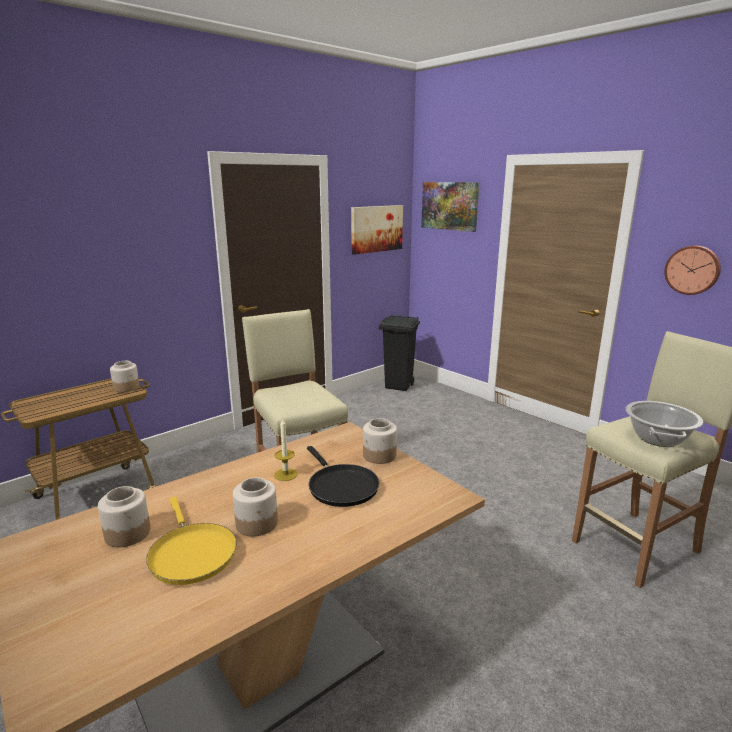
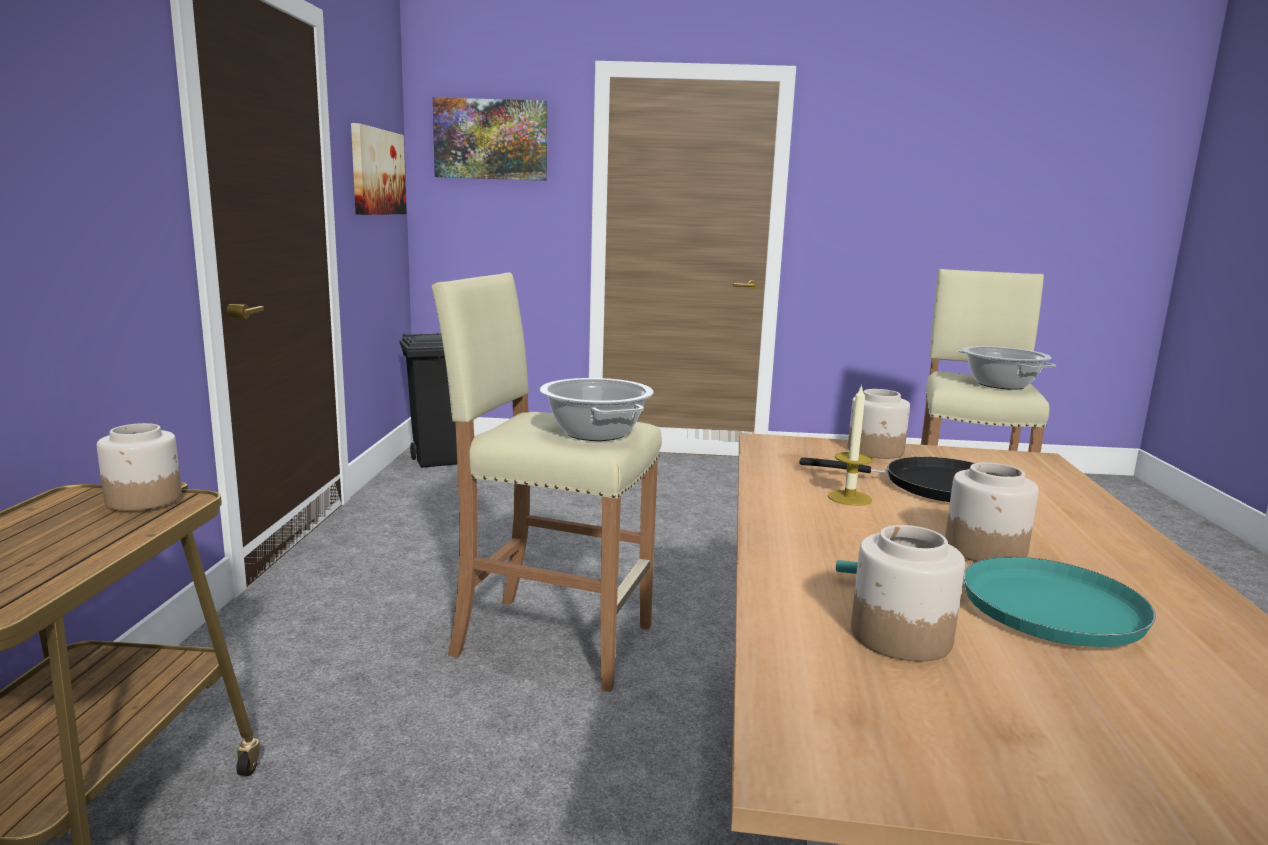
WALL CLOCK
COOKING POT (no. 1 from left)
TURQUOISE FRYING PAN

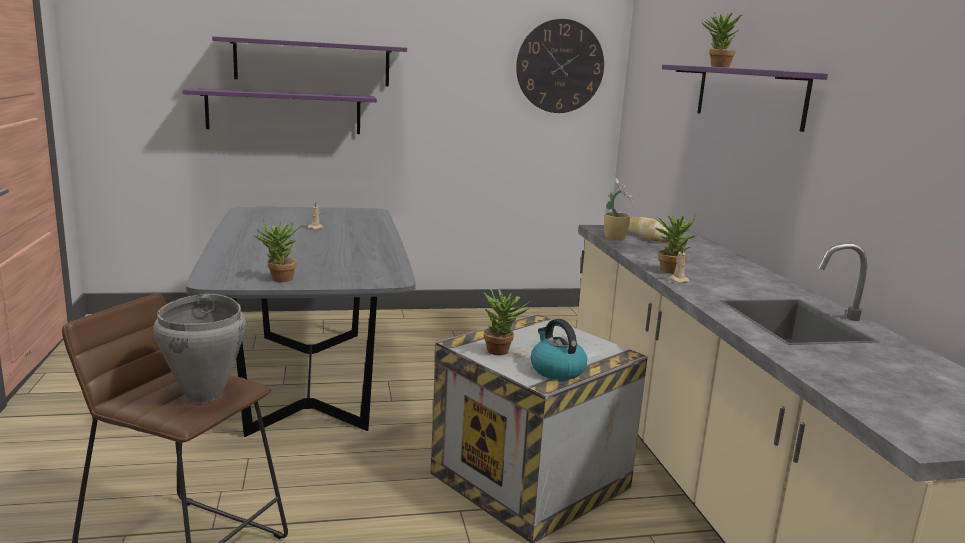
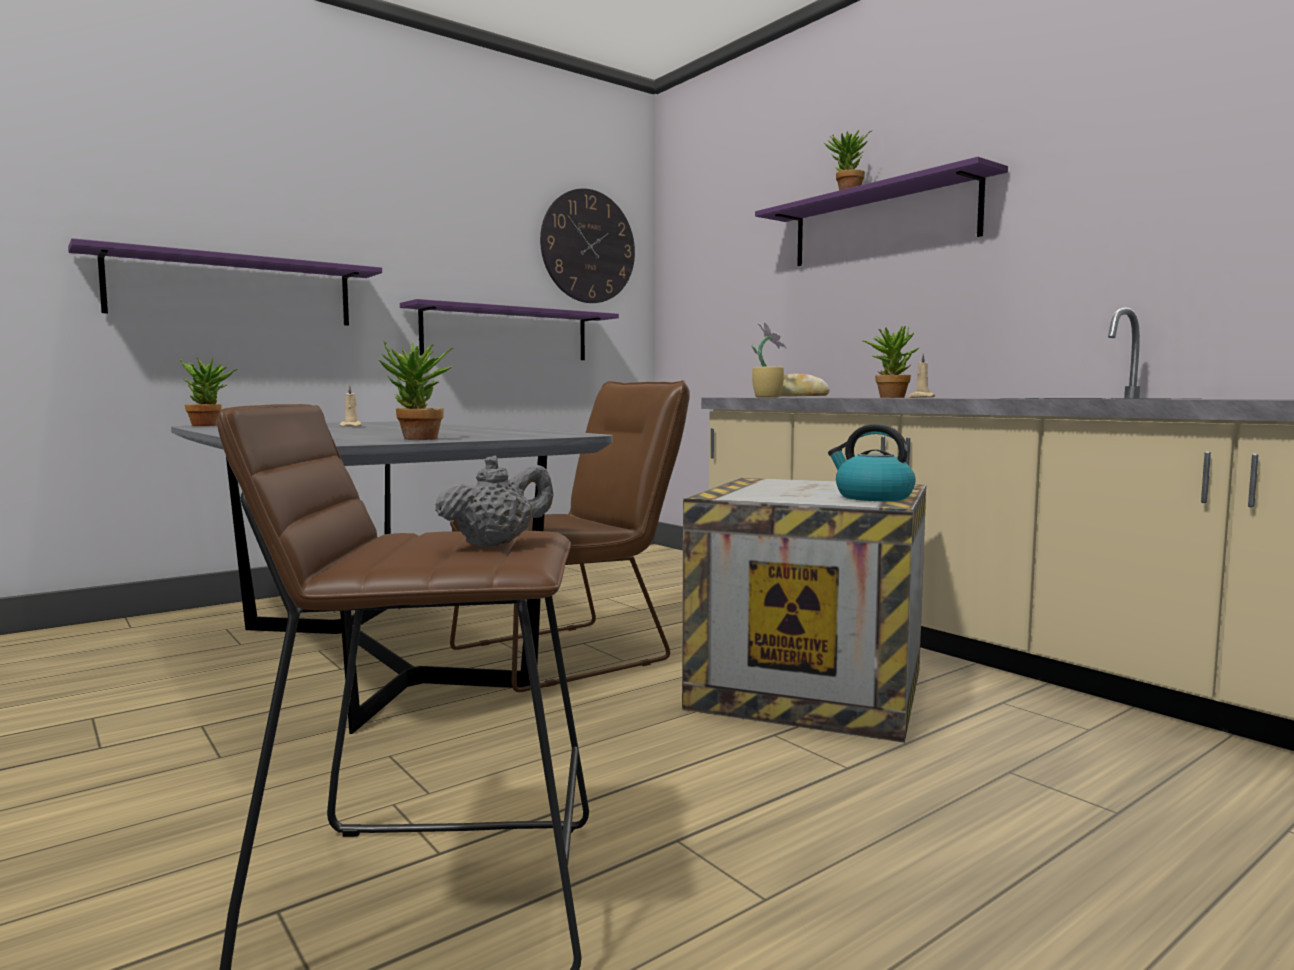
BROWN CHAIR
PURPLE SHELF (no. 2 from left)
POTTED PLANT (no. 1 from left)
GREY TEAPOT

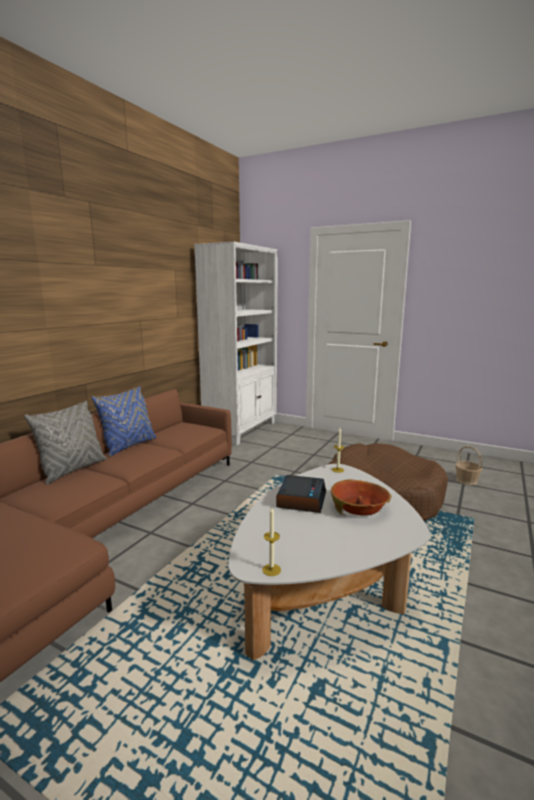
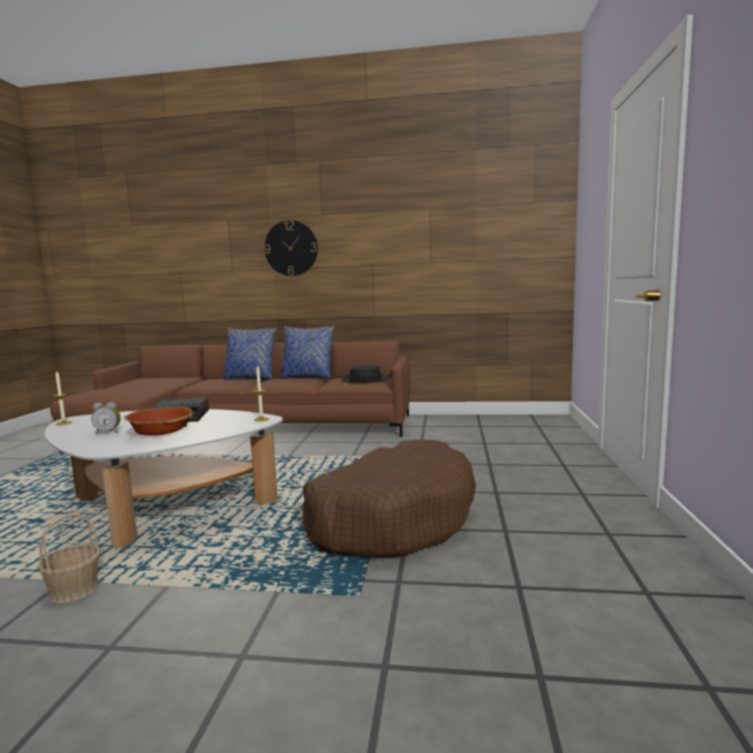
WHITE BOOKCASE
ALARM CLOCK (no. 1 from left)
WALL CLOCK
BLACK HAT
BASKET
BLUE PILLOW (no. 1 from left)

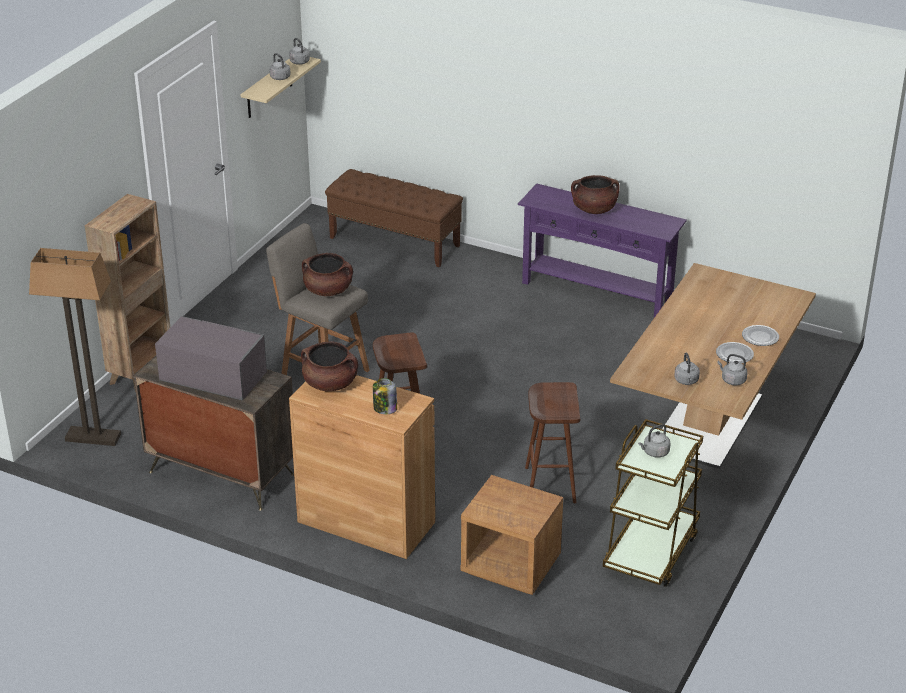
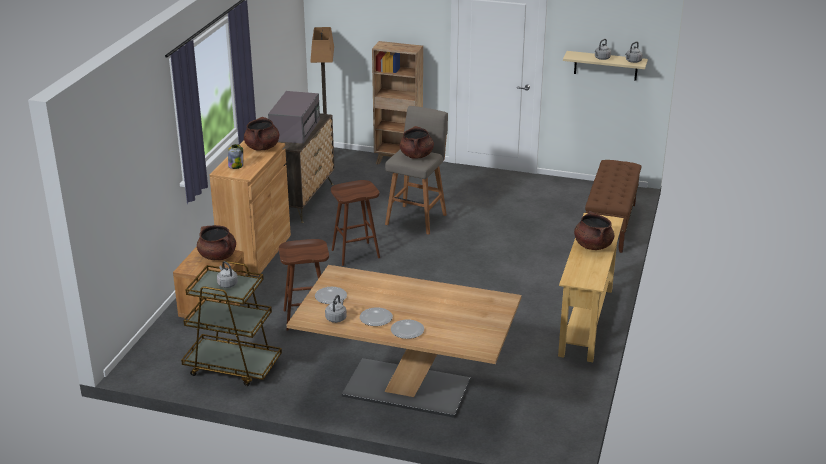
BROWN COOKING POT (no. 1 from left)
PLATE (no. 1 from left)
BEIGE CONSOLE TABLE

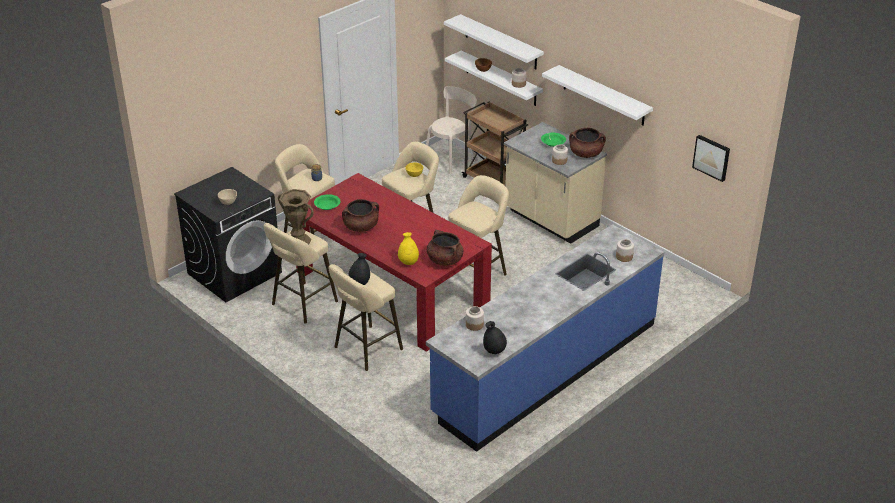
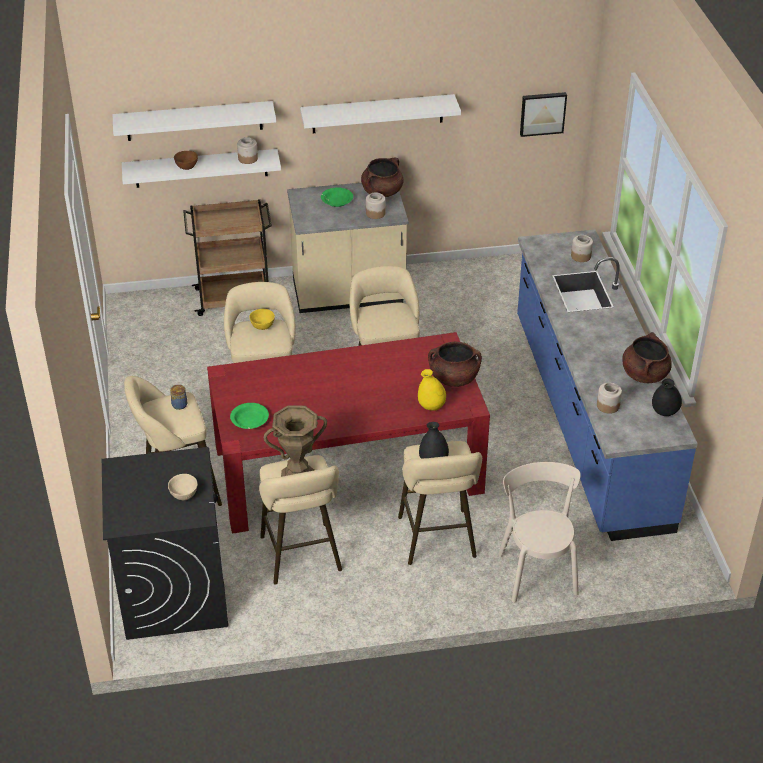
BROWN COOKING POT (no. 3 from left)
BEIGE CHAIR

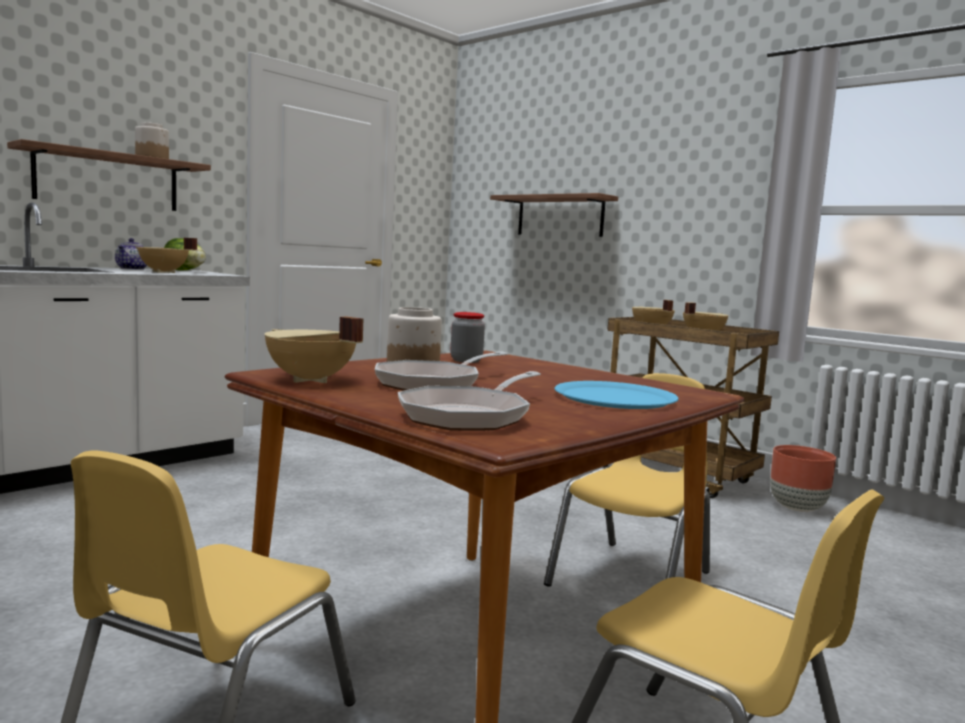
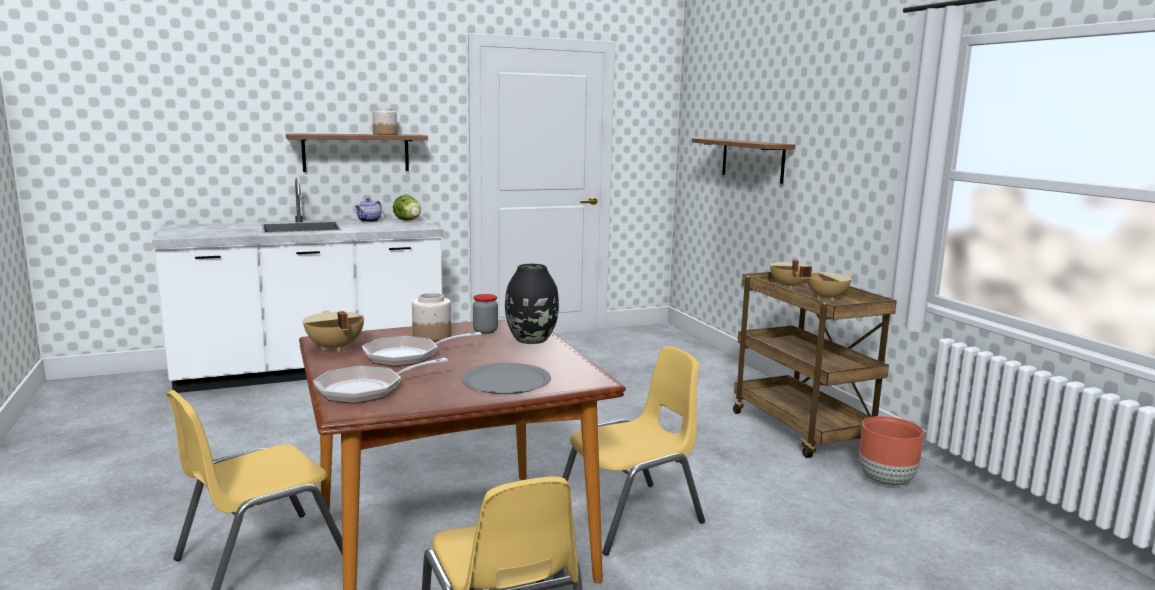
BEIGE COOKING POT (no. 1 from left in the first image)
BLACK VASE
GREY PLATE

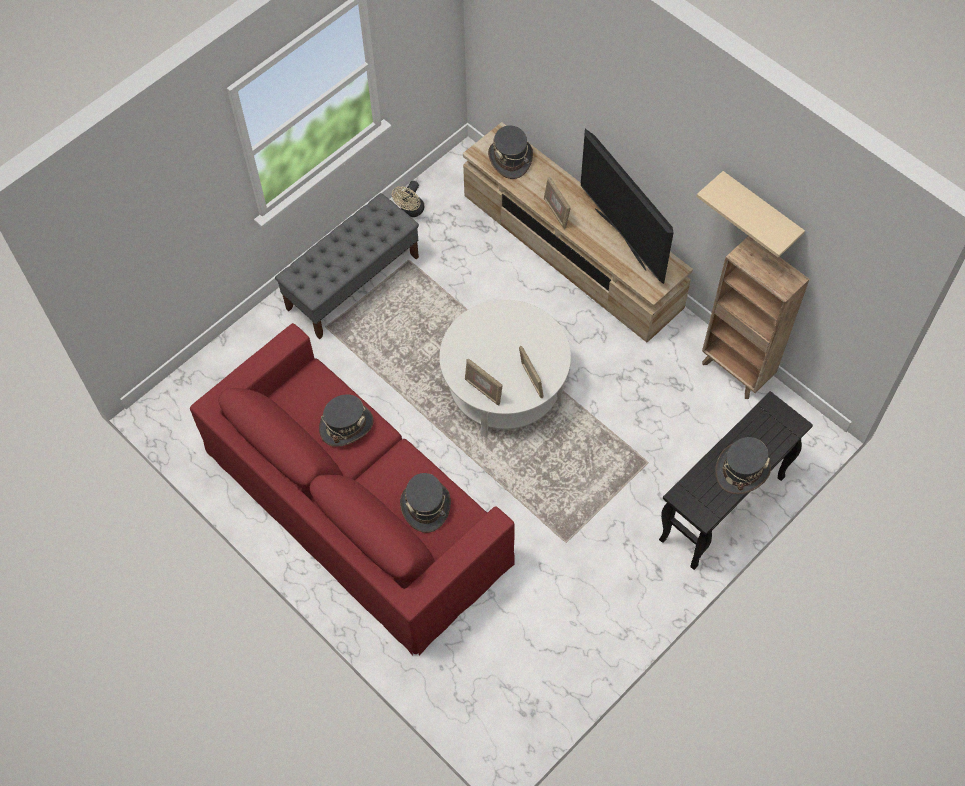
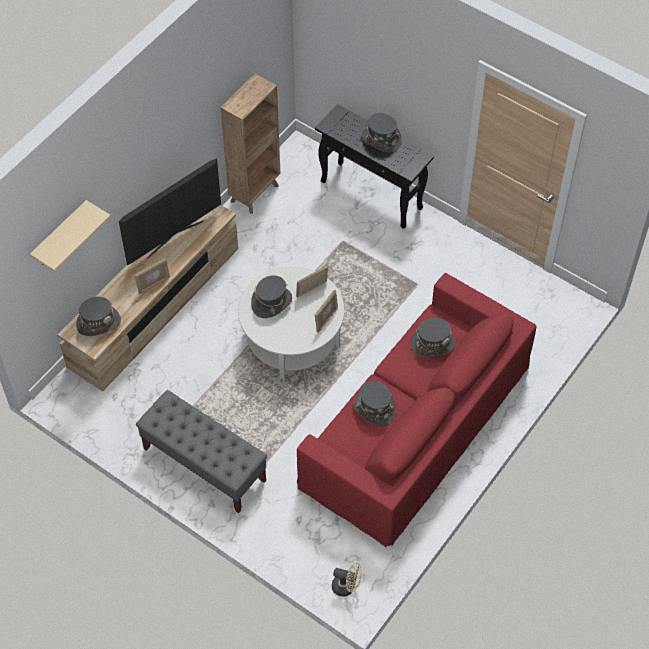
GREY HAT (no. 2 from left)
BEIGE FAN
BEIGE SHELF

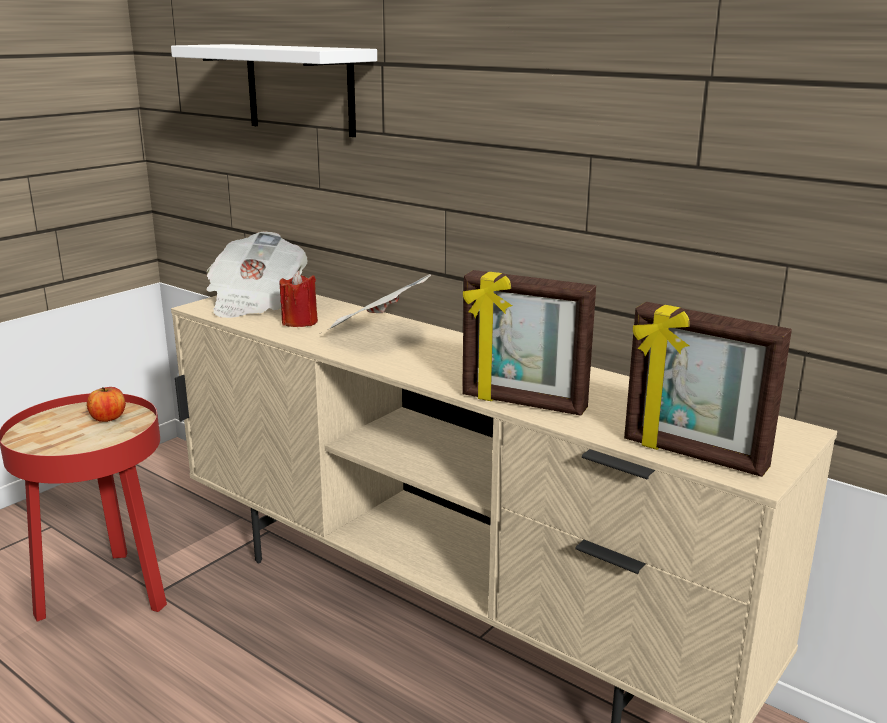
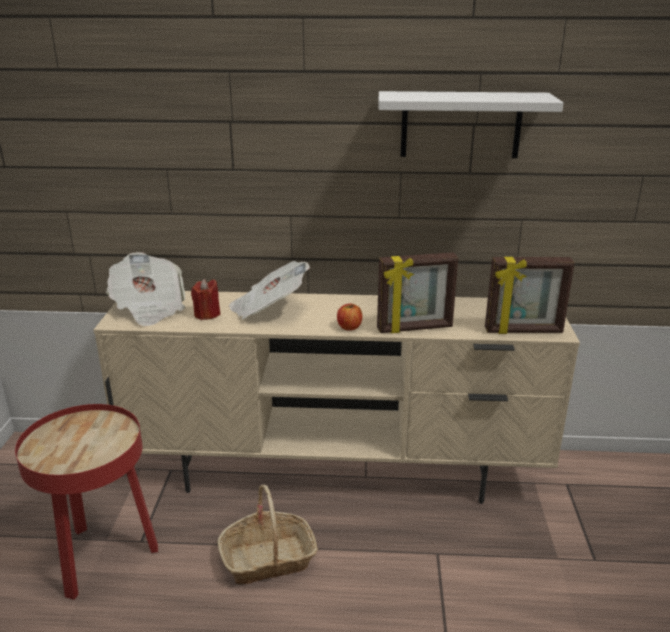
BASKET
APPLE
WHITE SHELF

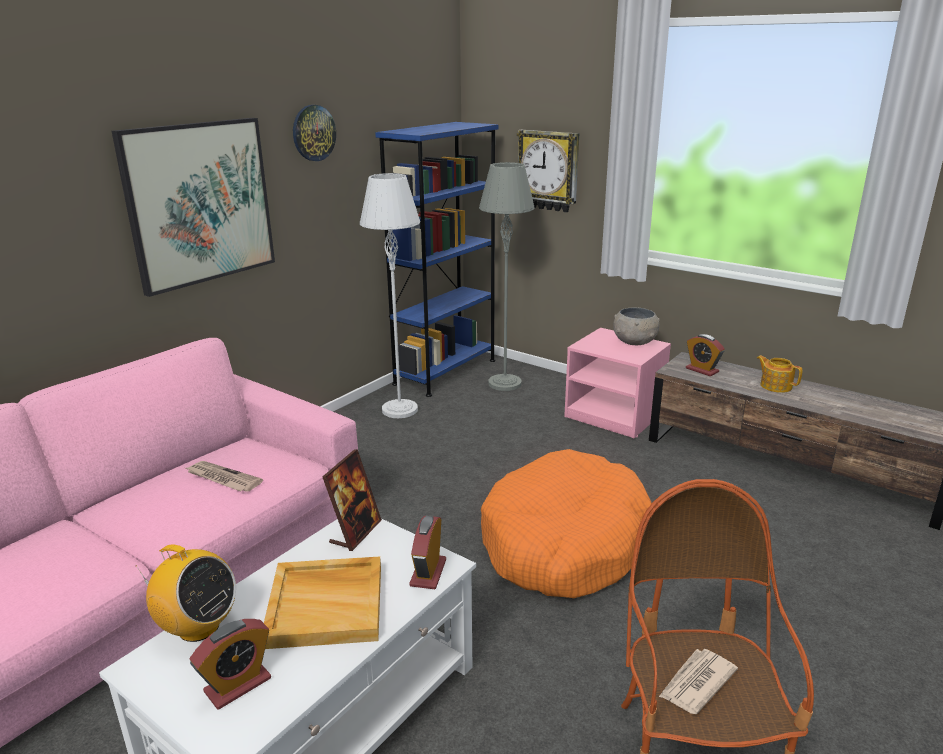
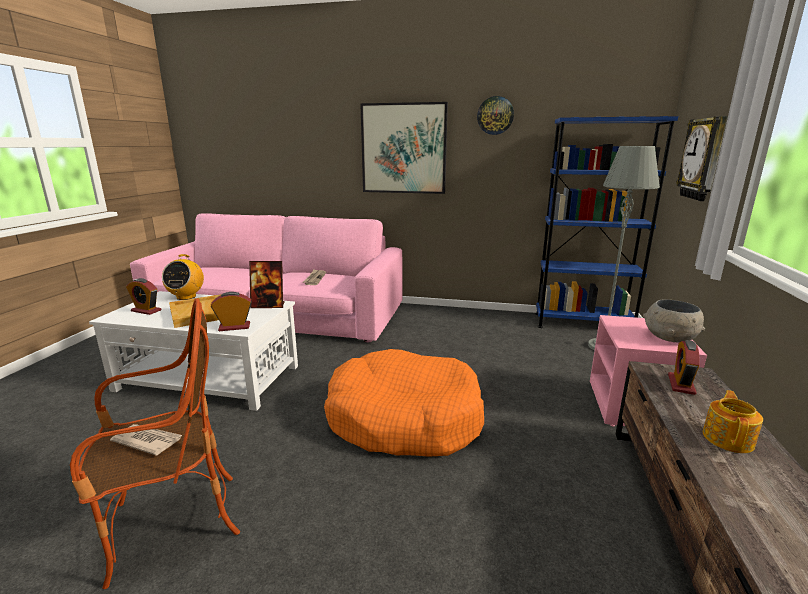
GREY FLOOR LAMP (no. 1 from left in the first image)

